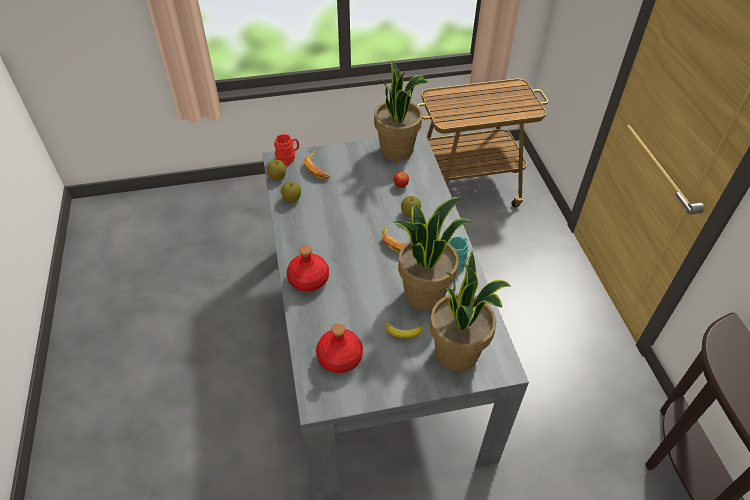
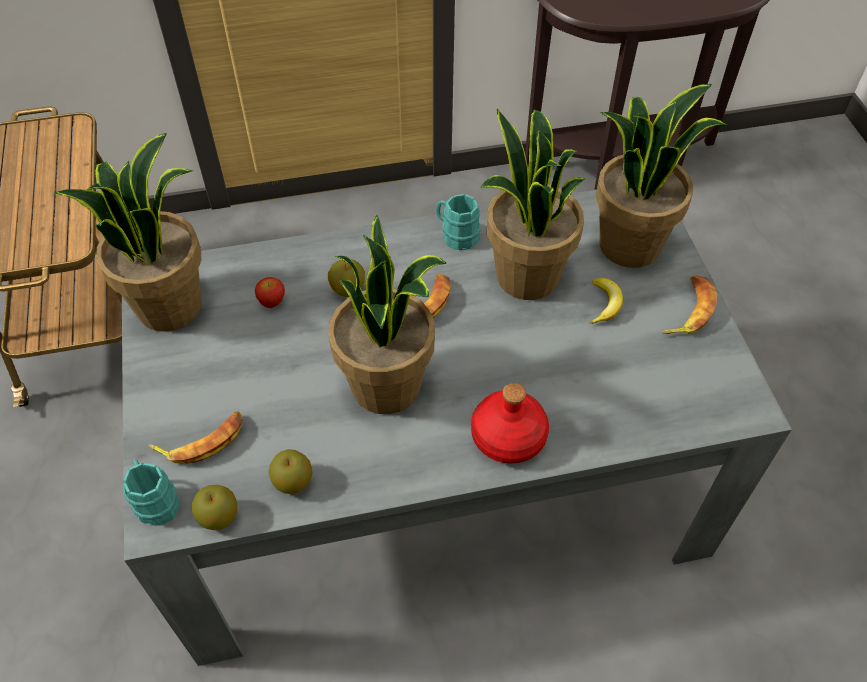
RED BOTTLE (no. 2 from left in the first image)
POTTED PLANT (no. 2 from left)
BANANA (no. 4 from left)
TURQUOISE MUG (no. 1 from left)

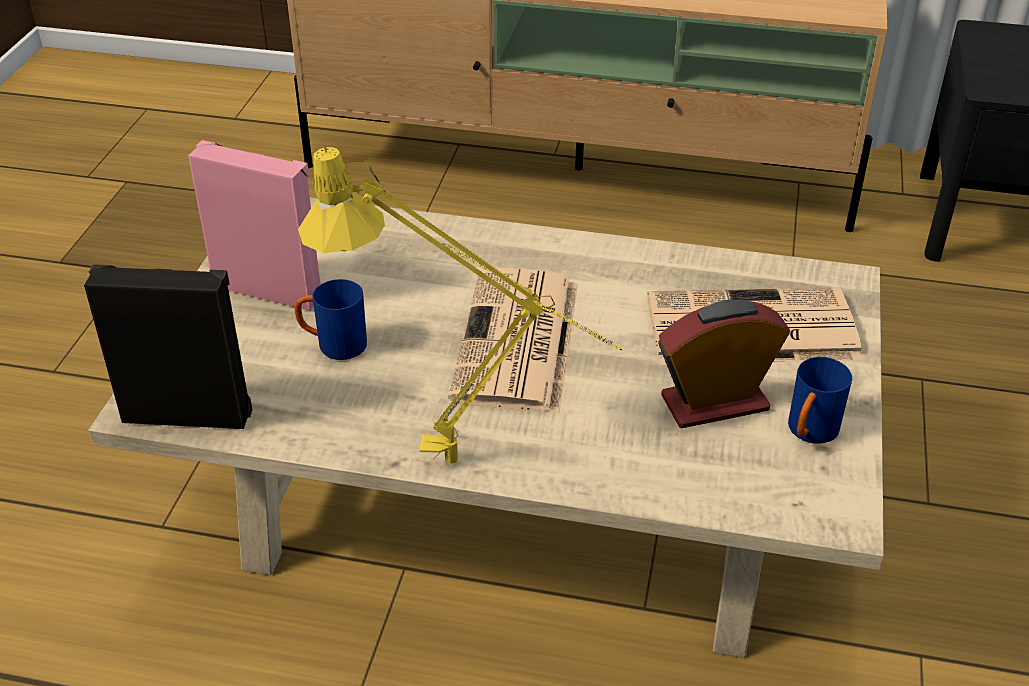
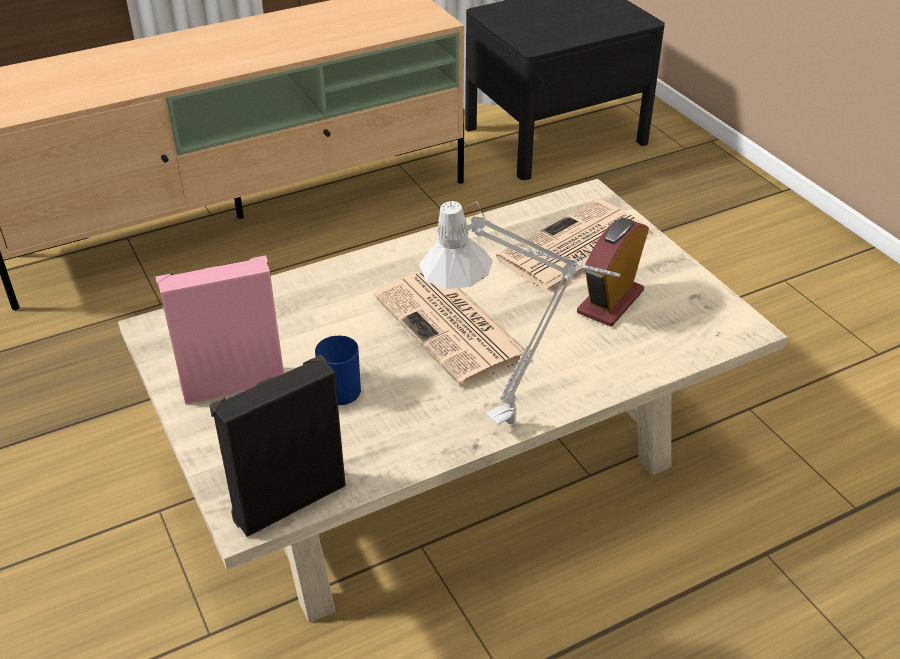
BLUE MUG (no. 2 from left in the first image)
GREY TABLE LAMP

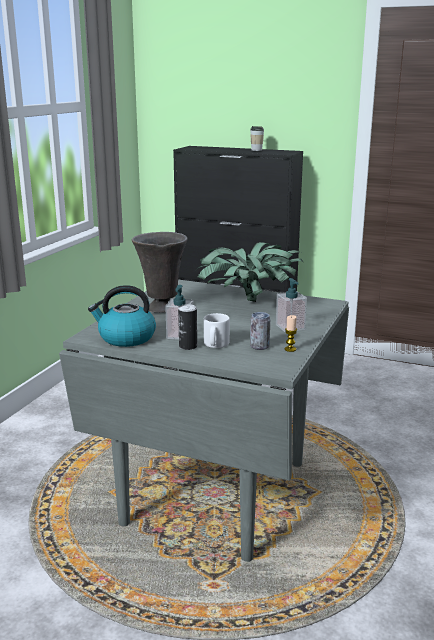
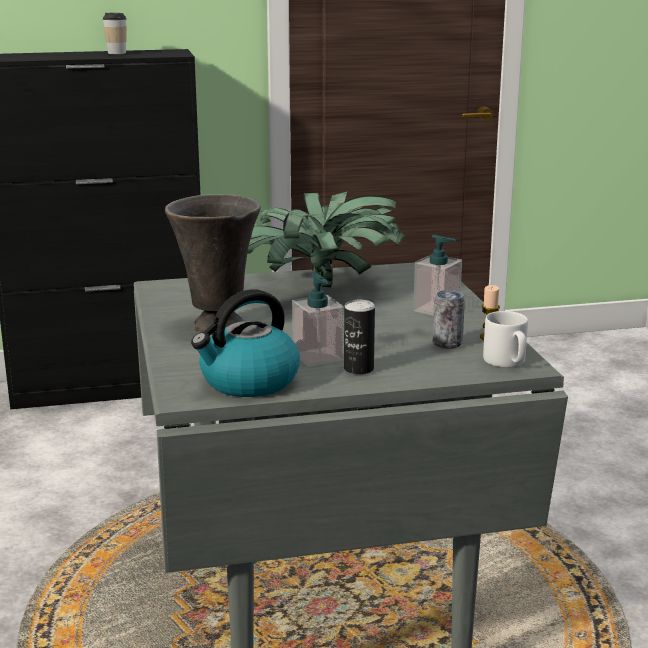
WHITE MUG

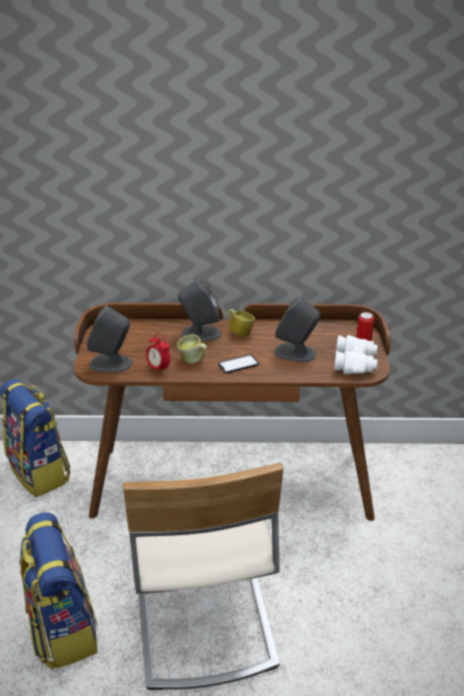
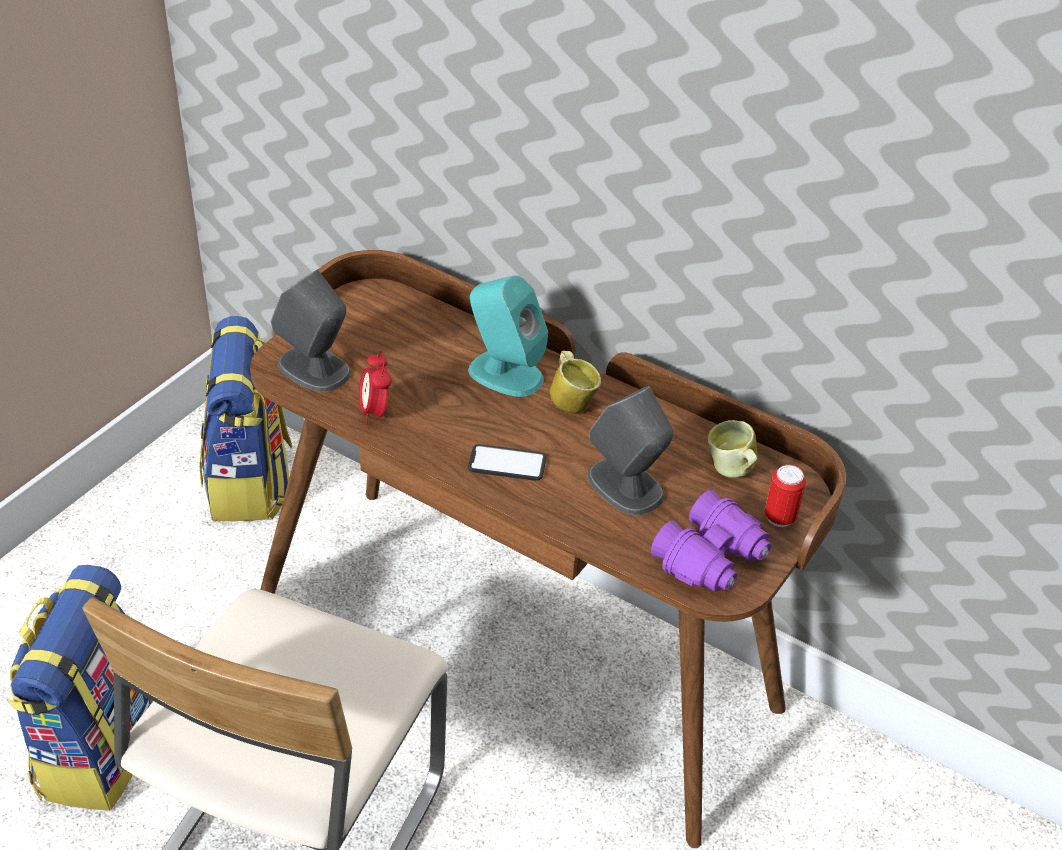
MUG (no. 2 from left)
TURQUOISE SPEAKER
PURPLE BINOCULARS

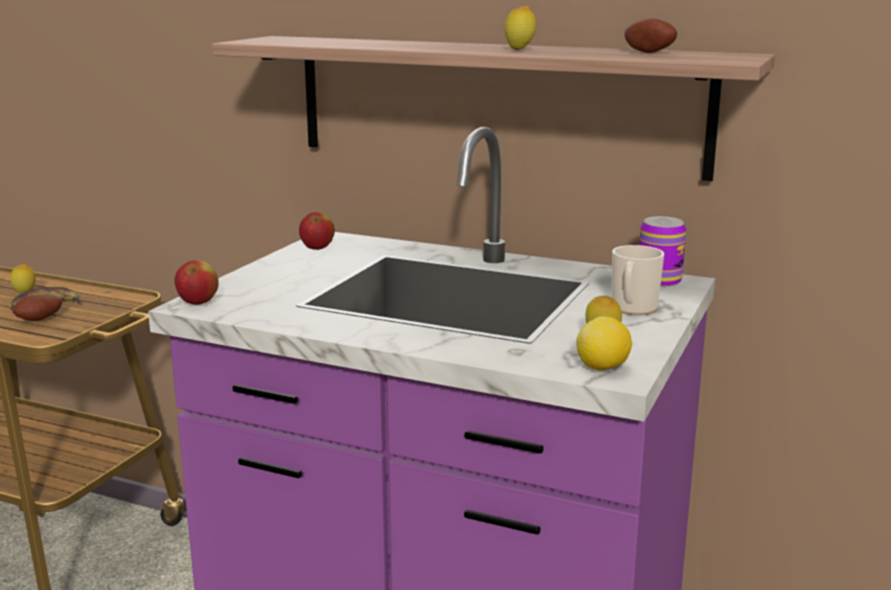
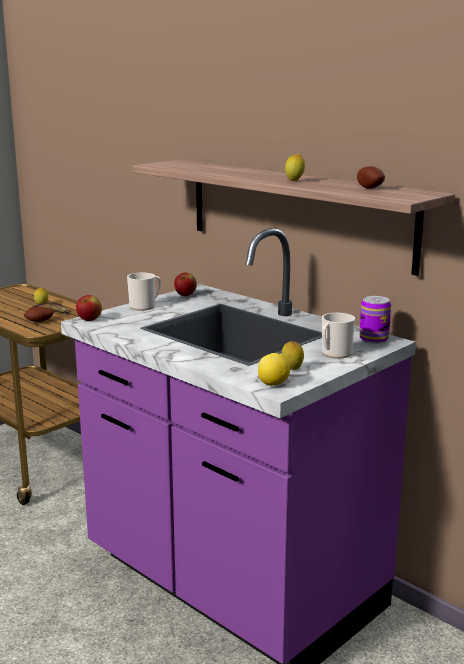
MUG (no. 1 from left)

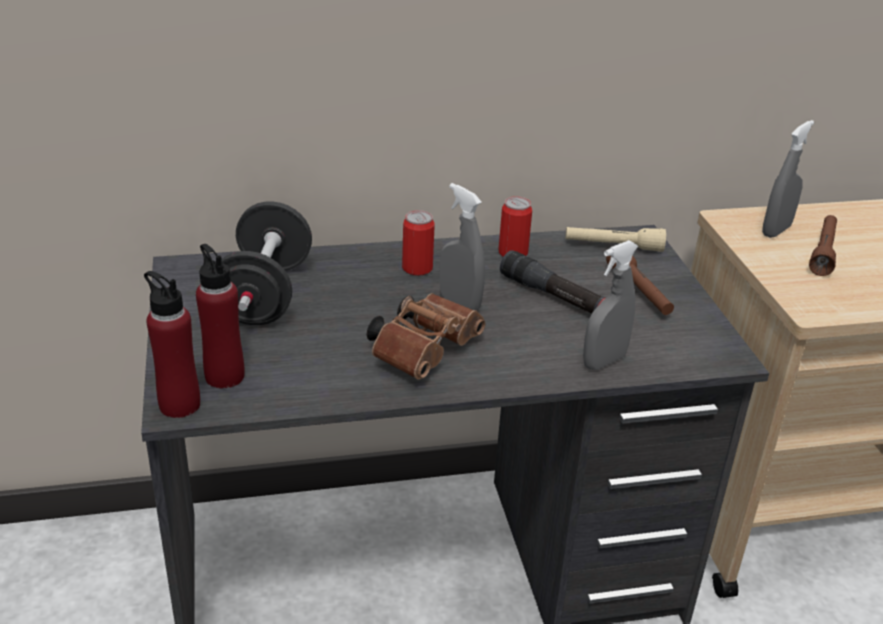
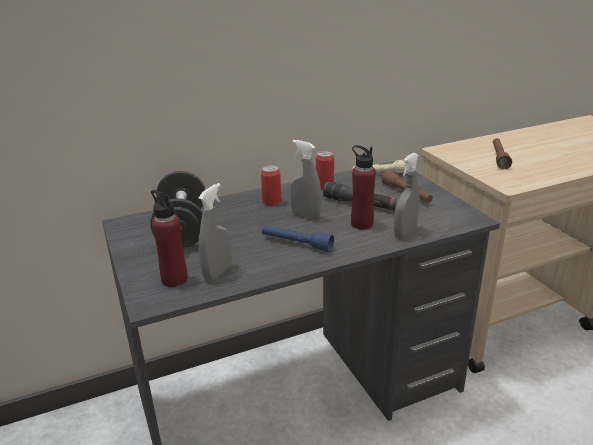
RED BOTTLE (no. 2 from left)
GREY SPRAY BOTTLE (no. 1 from left)
BLUE FLASHLIGHT

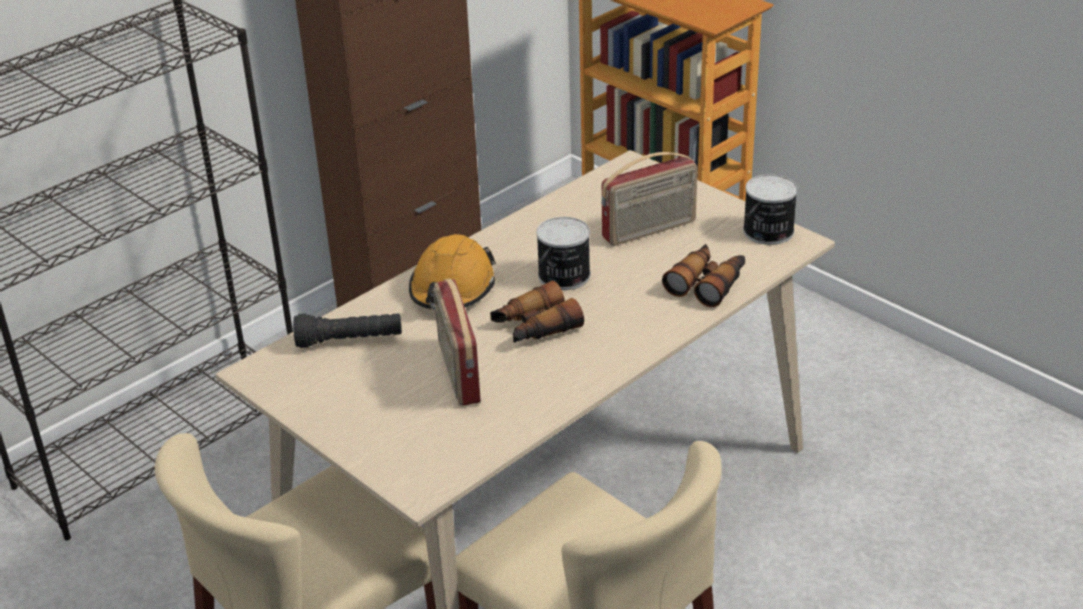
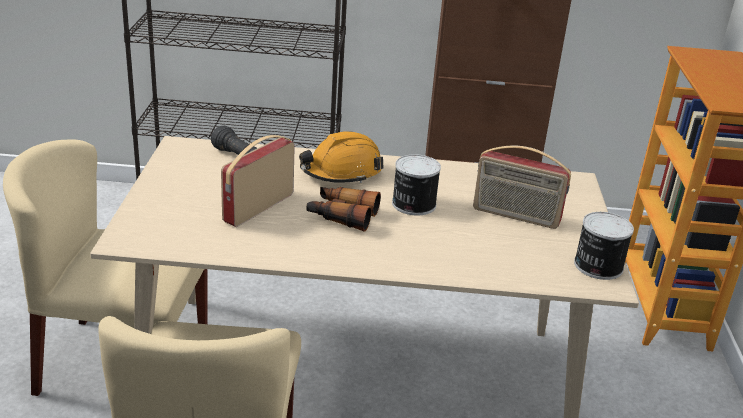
BINOCULARS (no. 2 from left in the first image)

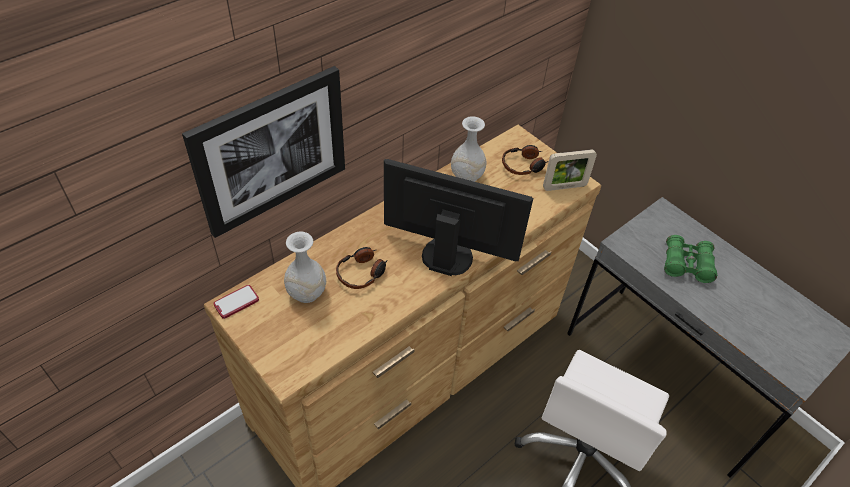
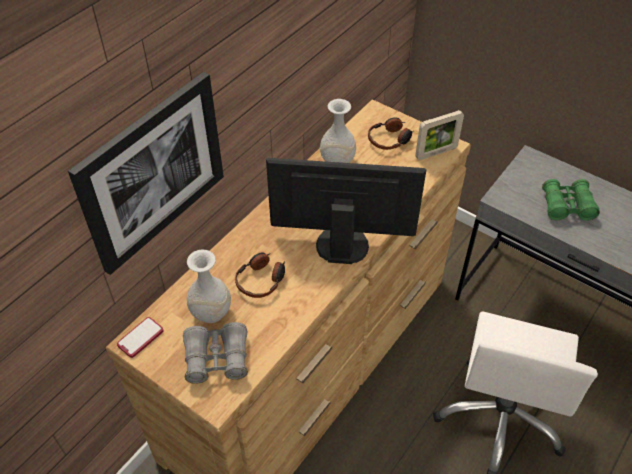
GREY BINOCULARS

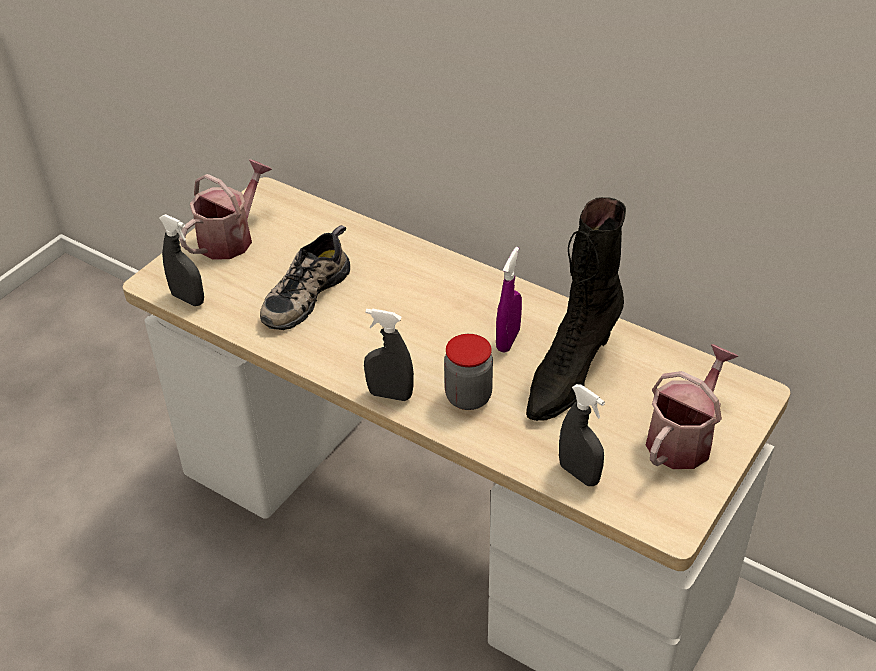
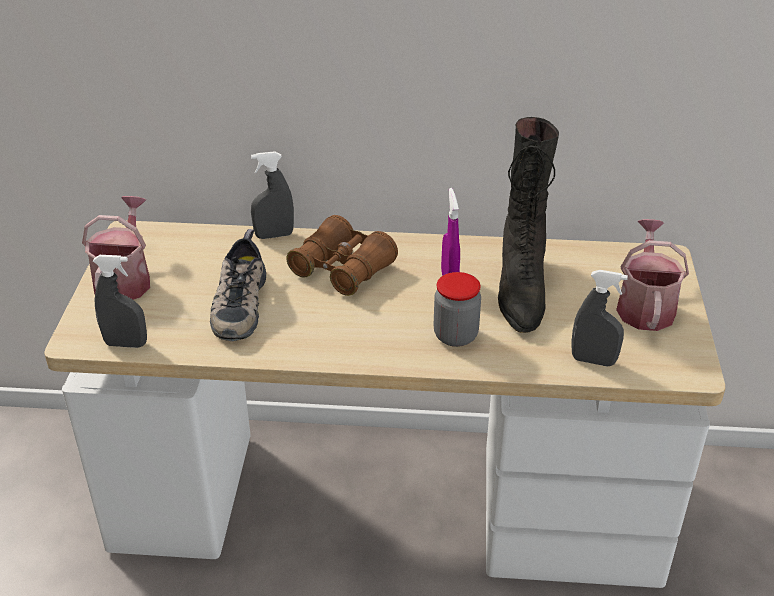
BROWN BINOCULARS
GREY SPRAY BOTTLE (no. 2 from left)

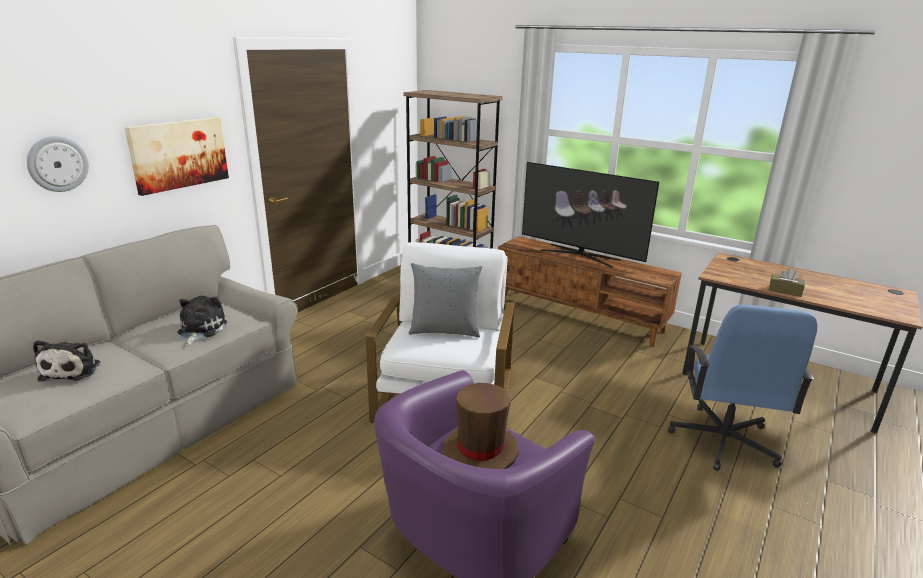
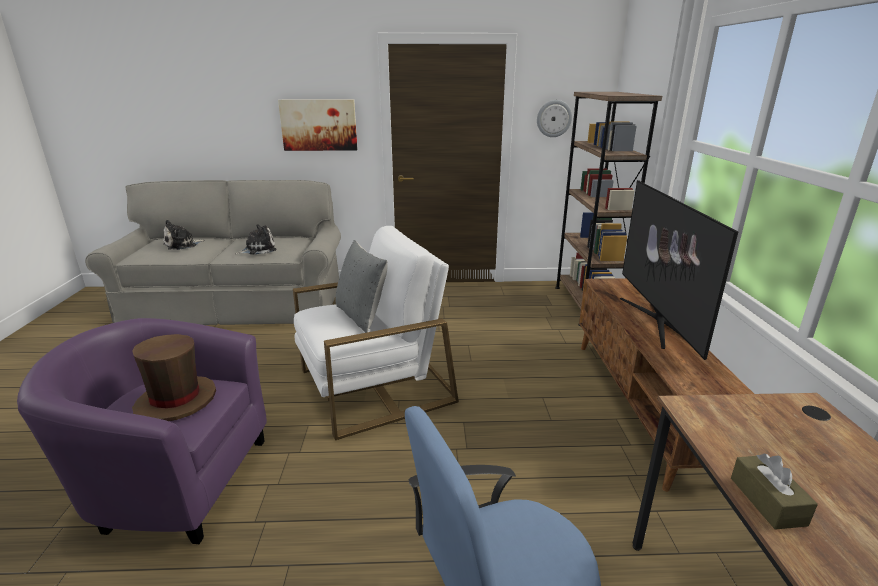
WALL CLOCK

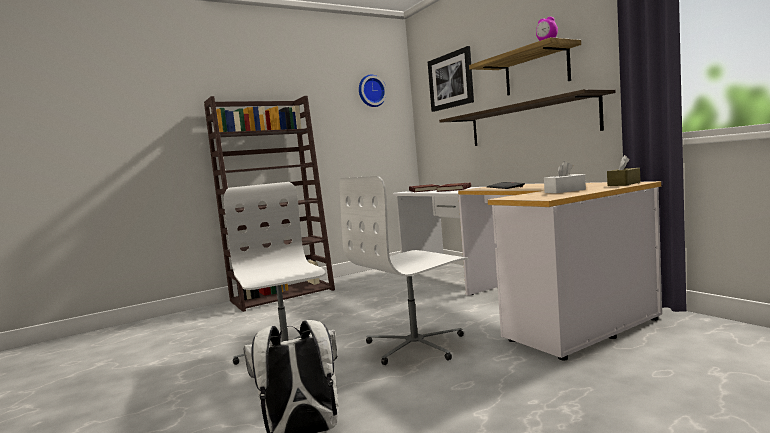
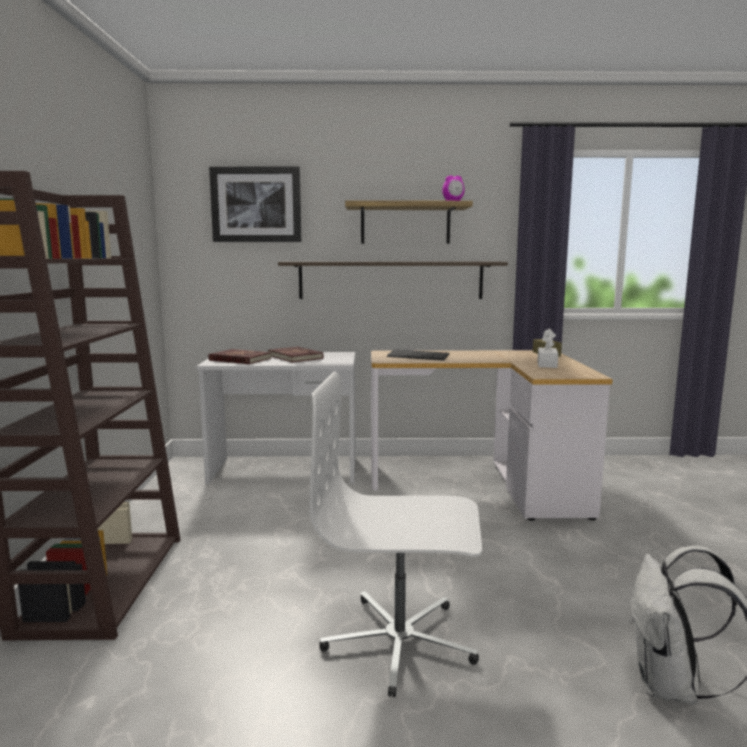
WHITE OFFICE CHAIR (no. 2 from left in the first image)
WALL CLOCK

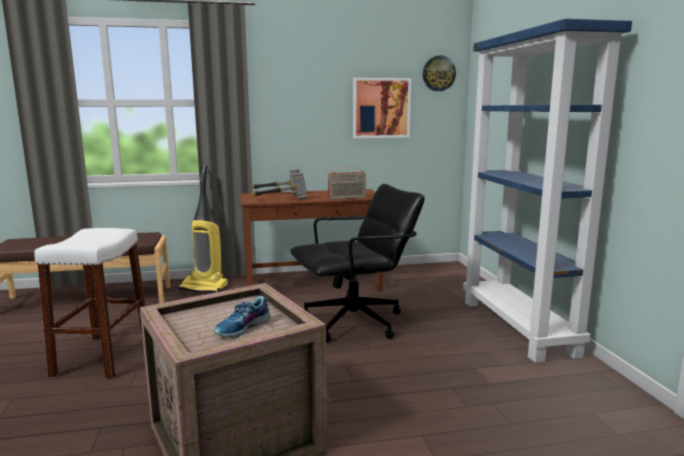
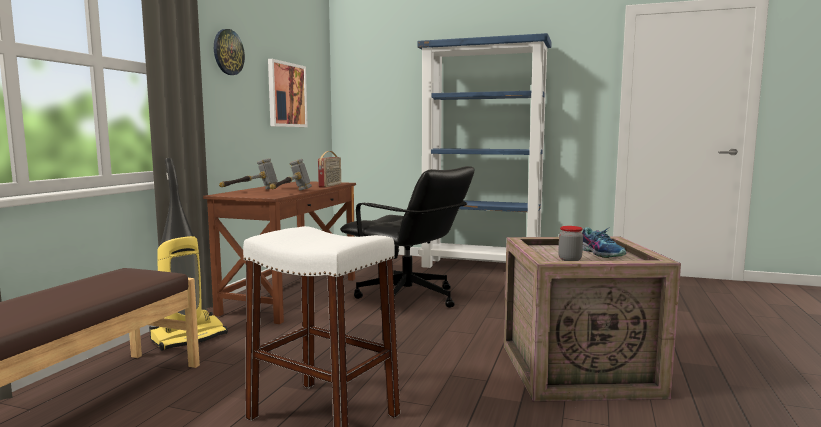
JAR
WALL CLOCK
BLACK OFFICE CHAIR

